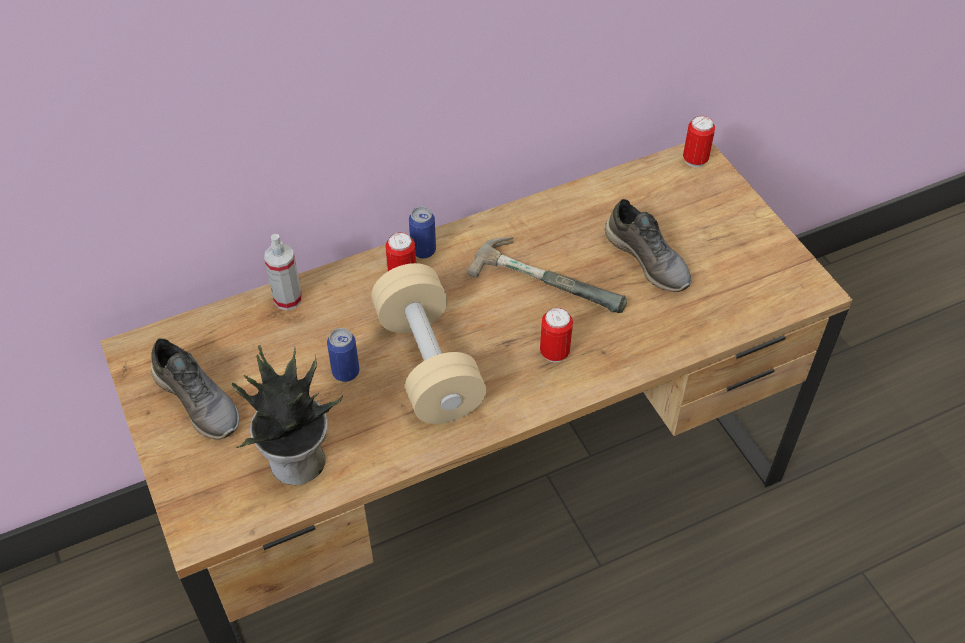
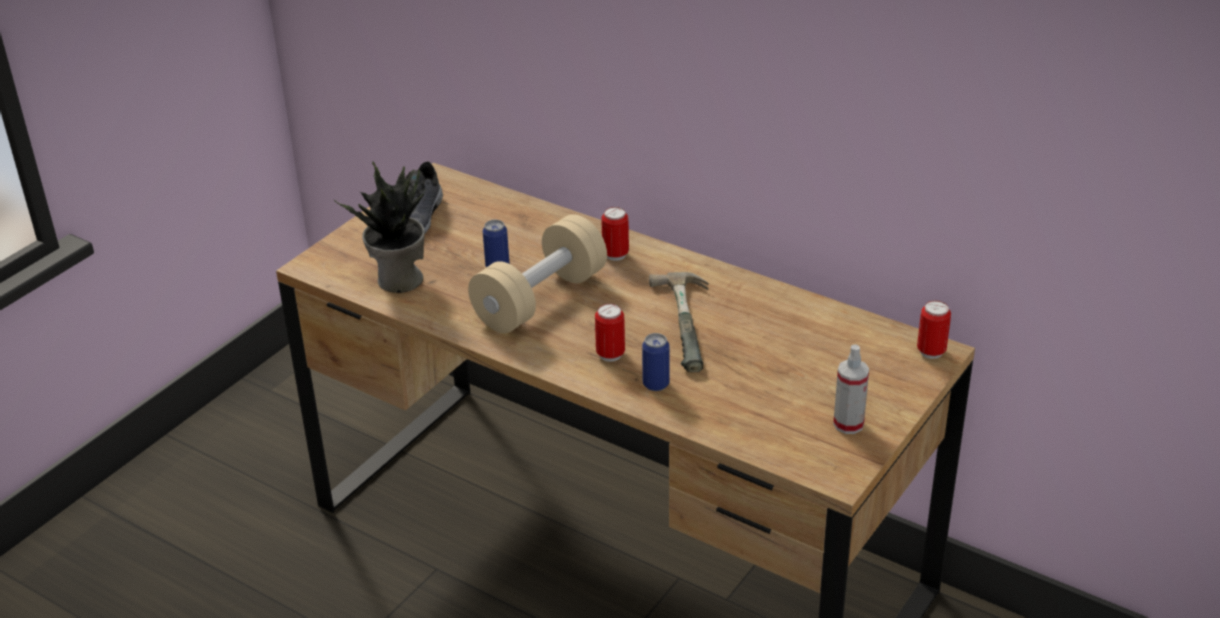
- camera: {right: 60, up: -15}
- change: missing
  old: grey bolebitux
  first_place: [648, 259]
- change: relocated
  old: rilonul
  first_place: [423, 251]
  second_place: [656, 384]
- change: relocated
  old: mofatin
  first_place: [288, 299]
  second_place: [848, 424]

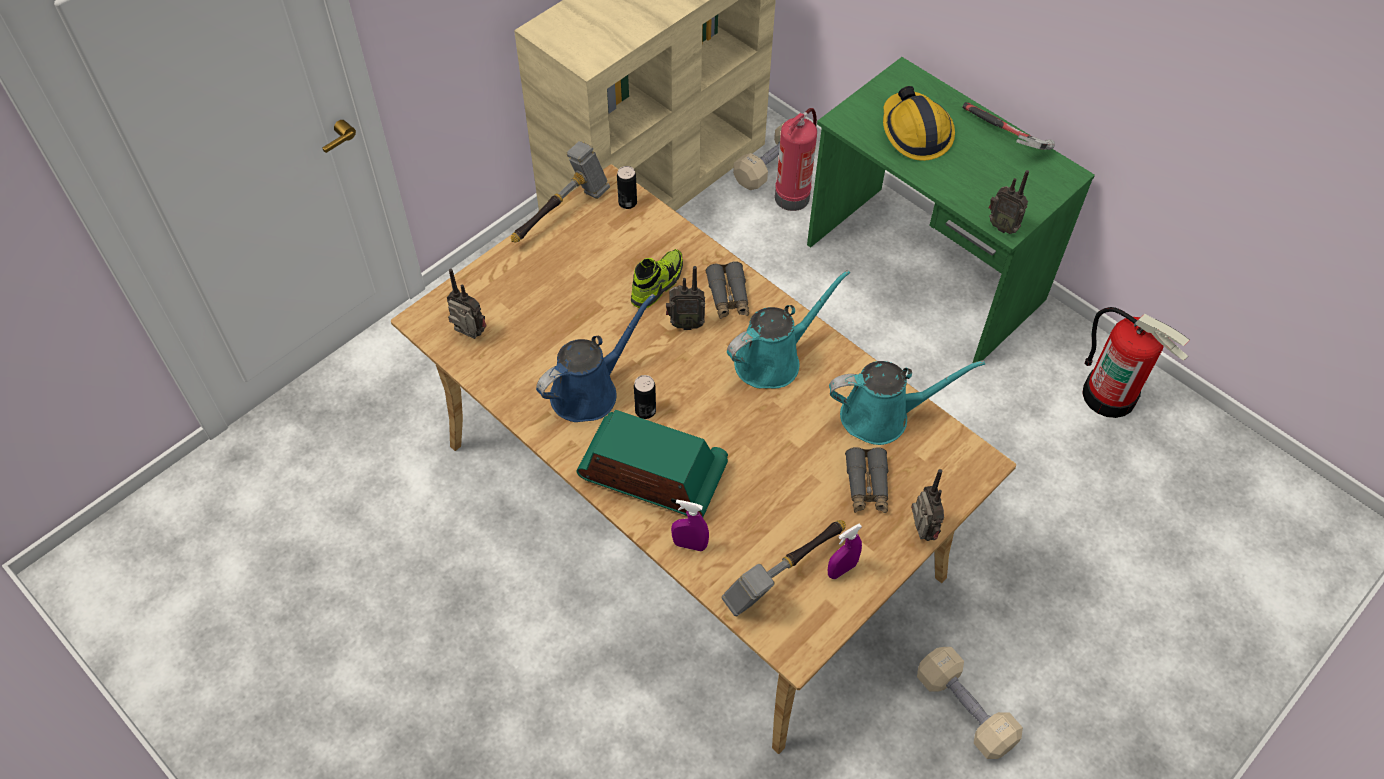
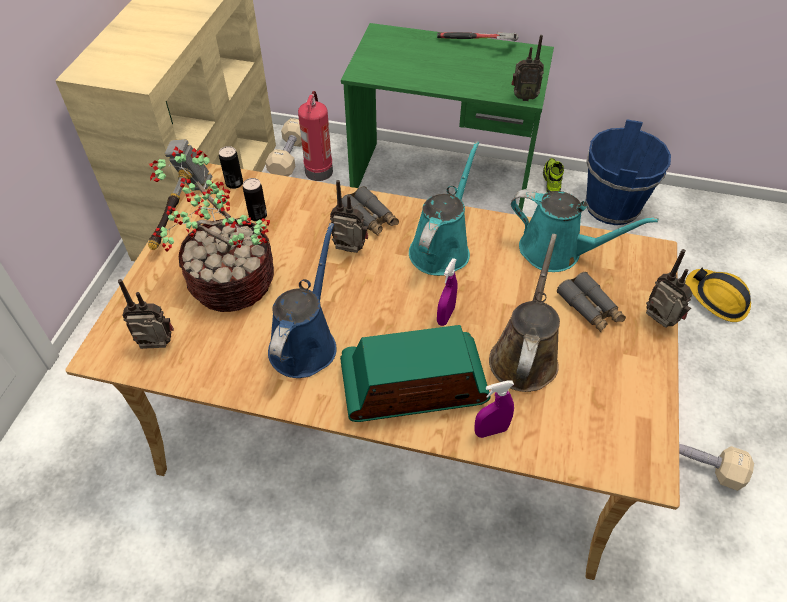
- camera: {right: -30, up: -5}
- change: relocated
  old: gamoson
  first_place: [915, 132]
  second_place: [716, 299]
- change: relocated
  old: bolebitux
  first_place: [657, 284]
  second_place: [551, 181]
- change: spun
  old: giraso
  first_place: [685, 323]
  second_place: [349, 252]
  degrees: -135
- change: exchanged
  old: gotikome
  new: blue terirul
  first_place: [1110, 395]
  second_place: [612, 207]
- change: spun
  old: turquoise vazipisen
  first_place: [882, 416]
  second_place: [556, 251]
  degrees: 60
- change: relocated
  old: rilonul
  first_place: [645, 410]
  second_place: [258, 215]
- change: missing
  old: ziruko
  first_place: [783, 576]
- change: relocated
  old: purple mofatin
  first_place: [841, 569]
  second_place: [445, 316]
- change: appeared
  new: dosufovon
  second_place: [229, 281]
- change: appeared
  new: brown vazipisen
  second_place: [524, 356]

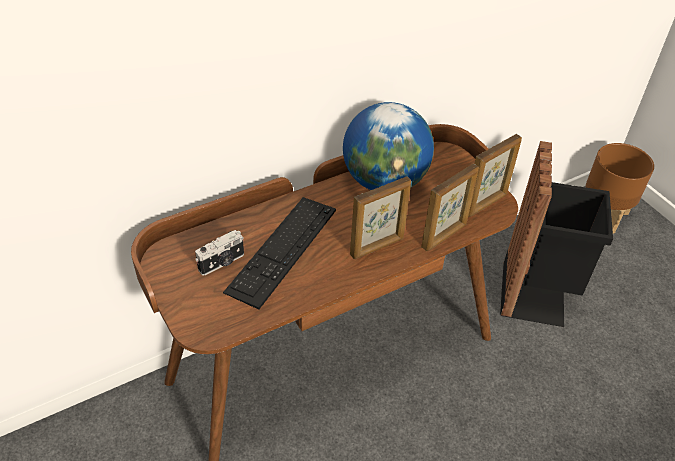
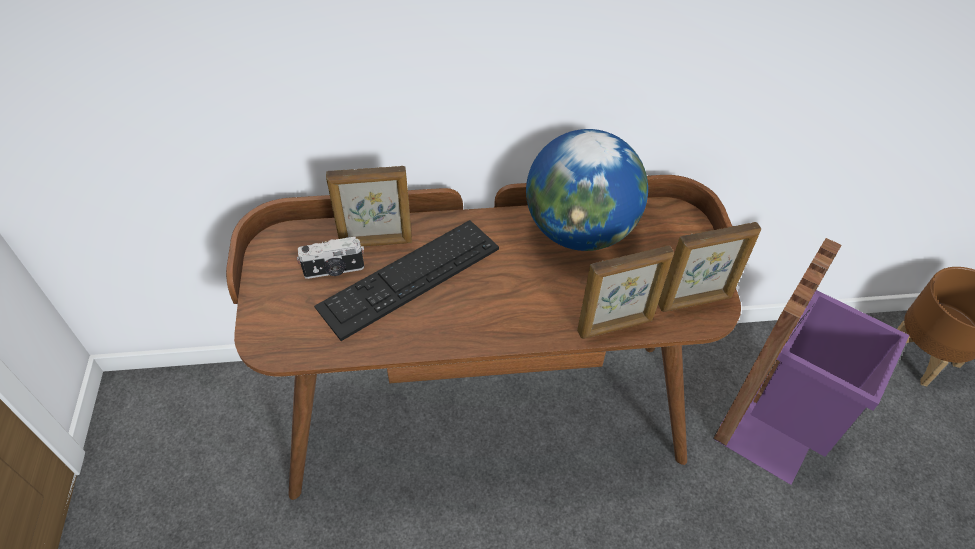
- camera: {right: 25, up: 5}
- change: colour
  old: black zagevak
  new: purple zagevak
  first_place: [537, 294]
  second_place: [775, 428]
- change: relocated
  old: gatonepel
  first_place: [377, 247]
  second_place: [376, 243]

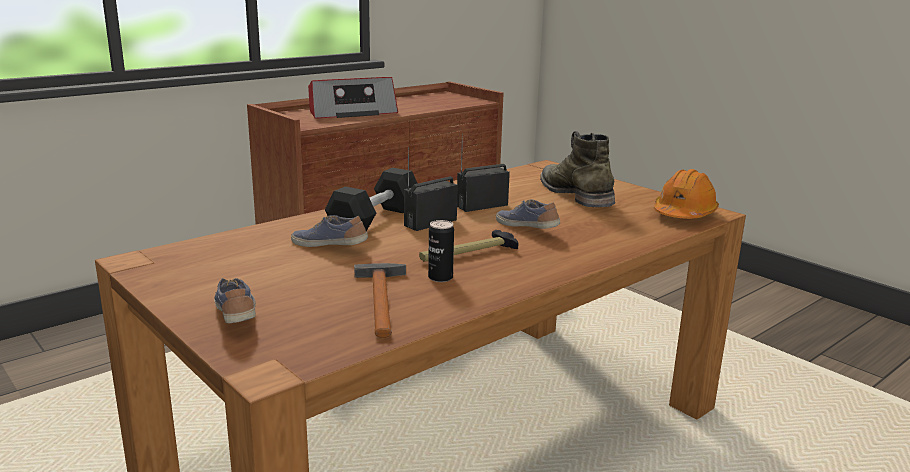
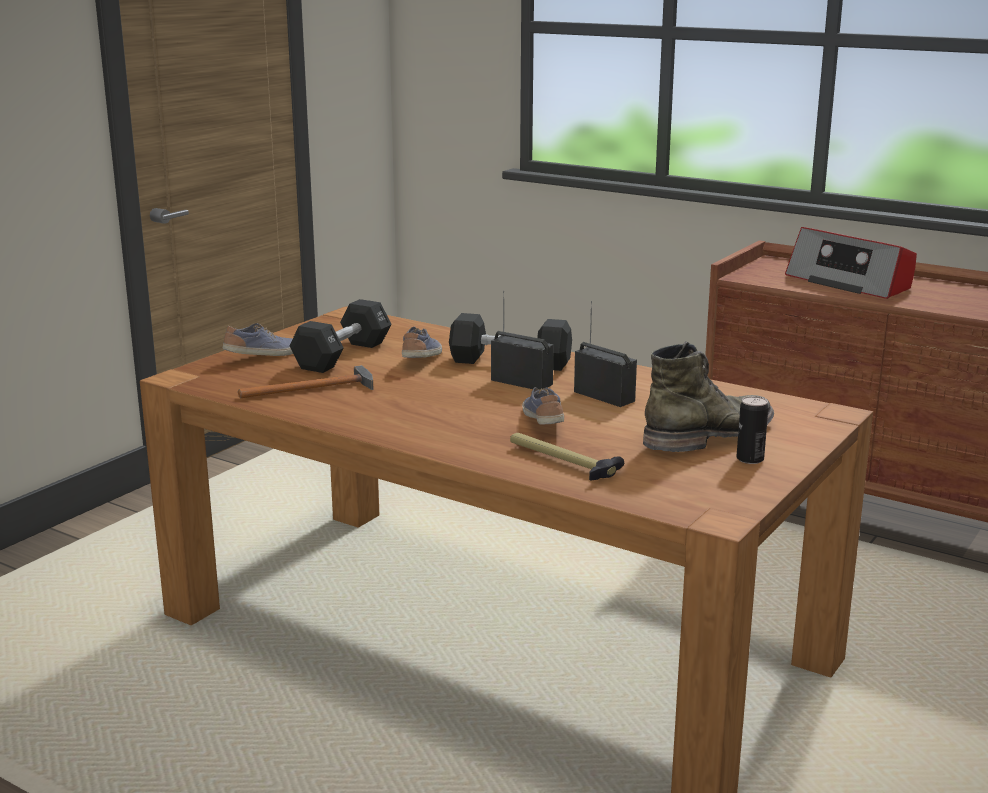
- camera: {right: 75, up: 0}
- change: missing
  old: orange gamoson
  first_place: [684, 214]
- change: spun
  old: bolebitux
  first_place: [527, 228]
  second_place: [544, 421]
  degrees: -45
- change: relocated
  old: rilonul
  first_place: [440, 278]
  second_place: [750, 459]
- change: relocated
  old: ziruko
  first_place: [468, 254]
  second_place: [561, 462]
- change: appeared
  new: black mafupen
  second_place: [342, 355]

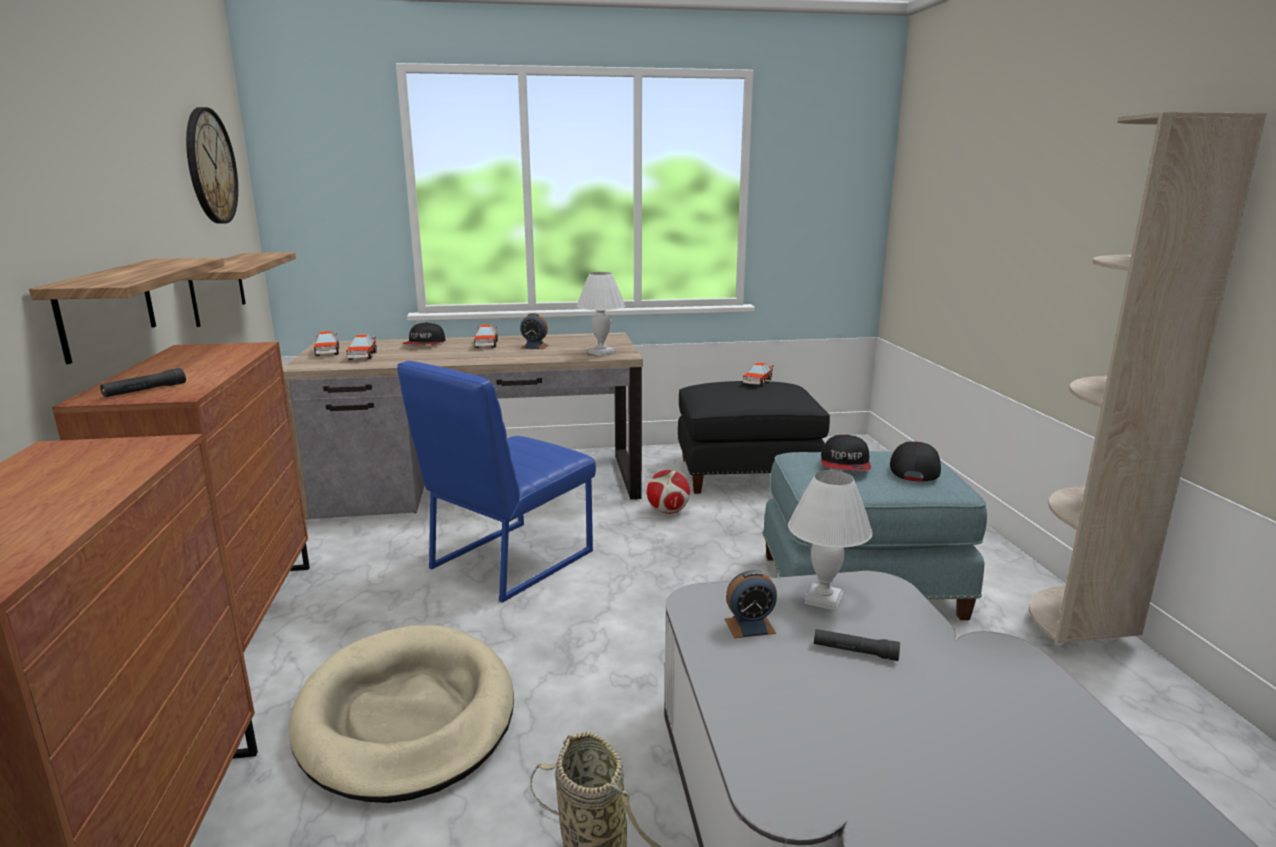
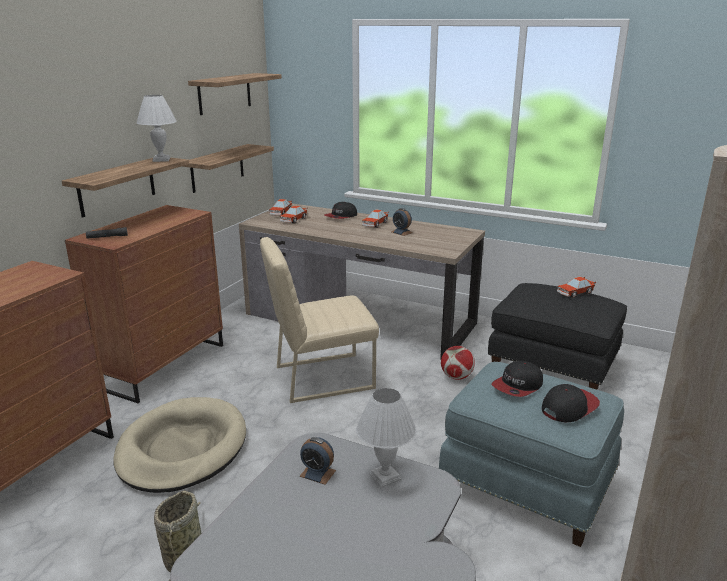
- camera: {right: 35, up: 5}
- change: exchanged
  old: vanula
  new: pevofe
  first_place: [210, 166]
  second_place: [224, 93]
- change: relocated
  old: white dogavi
  first_place: [601, 353]
  second_place: [160, 160]
- change: colour
  old: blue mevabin
  new: beige mevabin
  first_place: [508, 561]
  second_place: [321, 377]
- change: missing
  old: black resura
  first_place: [855, 651]

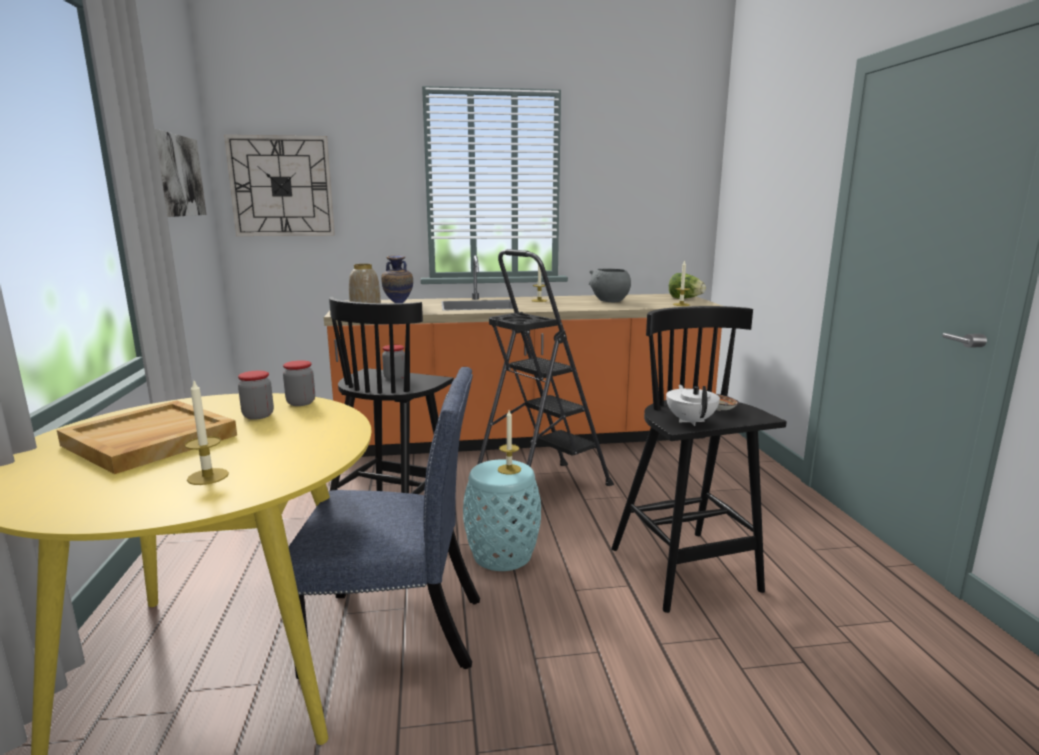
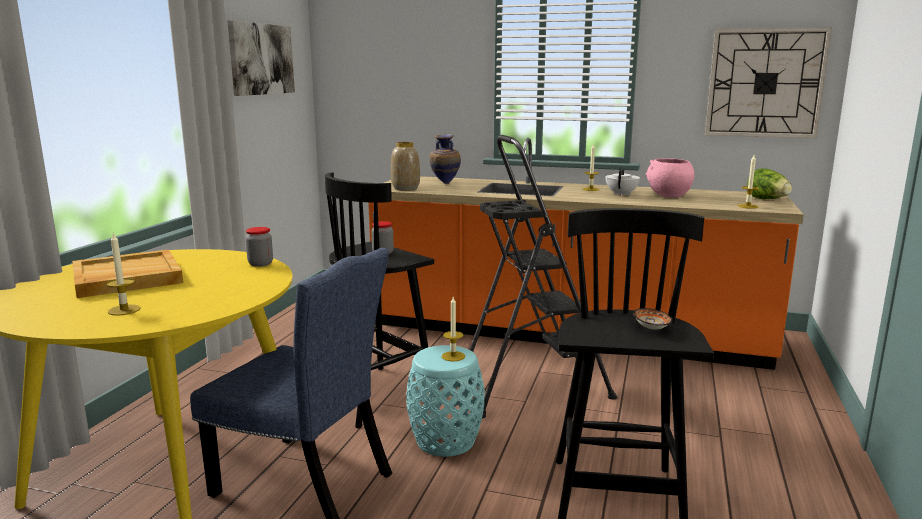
- camera: {right: 25, up: 0}
- change: relocated
  old: vanula
  first_place: [281, 186]
  second_place: [765, 83]
- change: colour
  old: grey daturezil
  new: pink daturezil
  first_place: [609, 301]
  second_place: [668, 195]
- change: missing
  old: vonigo
  first_place: [258, 415]
- change: relocated
  old: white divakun
  first_place: [690, 421]
  second_place: [622, 194]

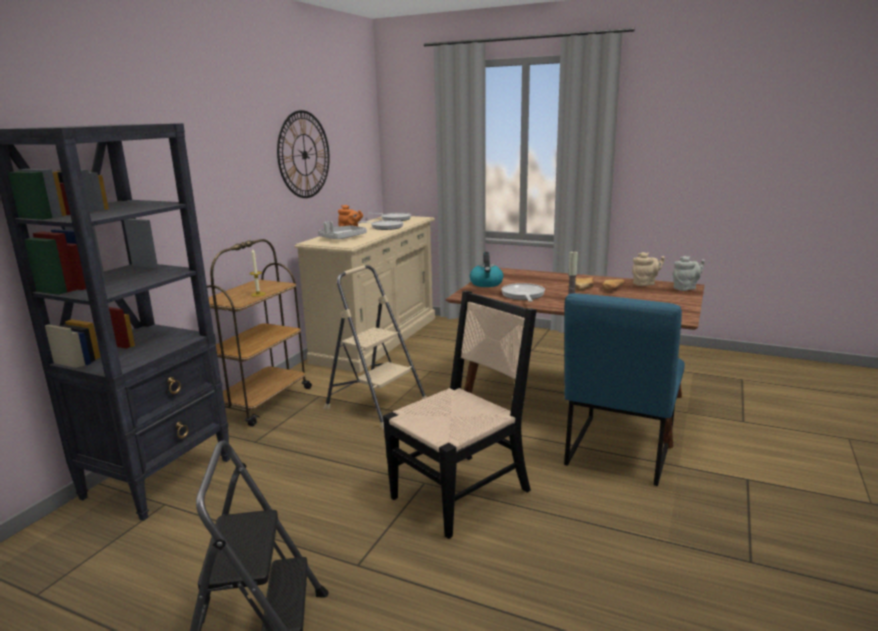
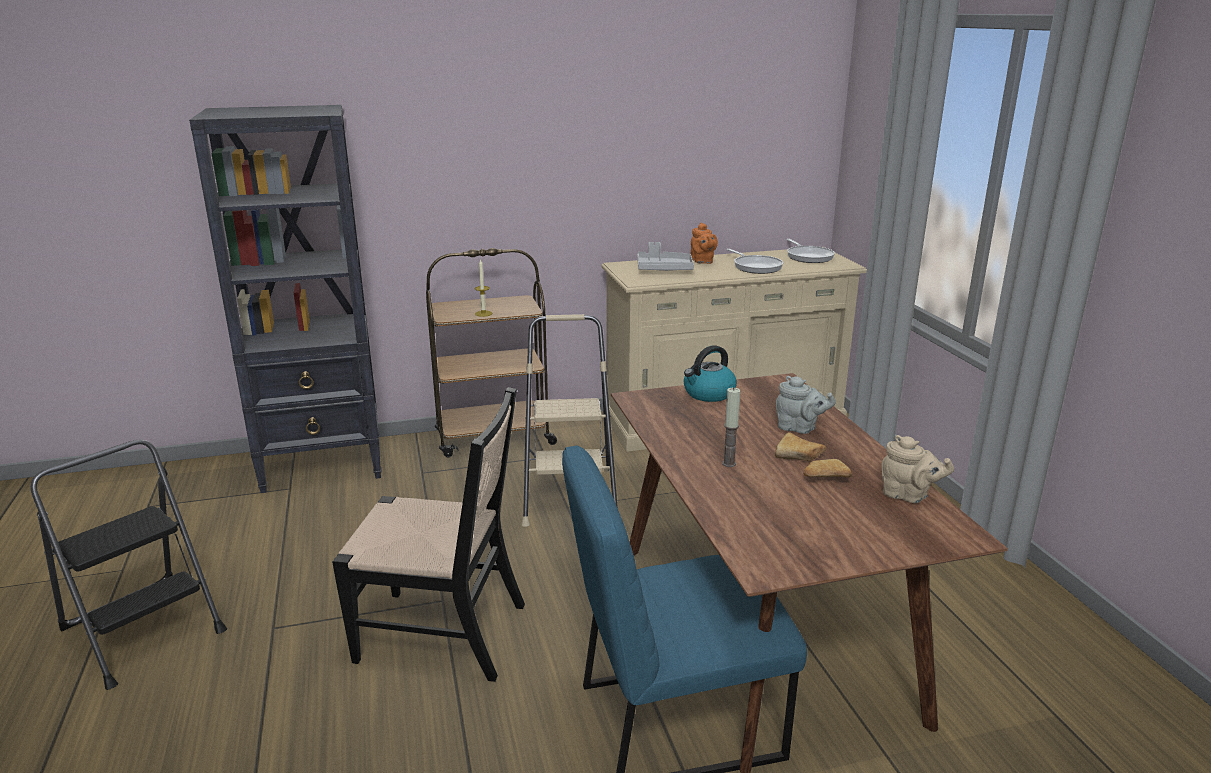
- camera: {right: 50, up: 5}
- change: missing
  old: vanula
  first_place: [304, 155]
- change: relocated
  old: grey divakun
  first_place: [686, 288]
  second_place: [799, 428]
- change: missing
  old: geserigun
  first_place: [523, 295]

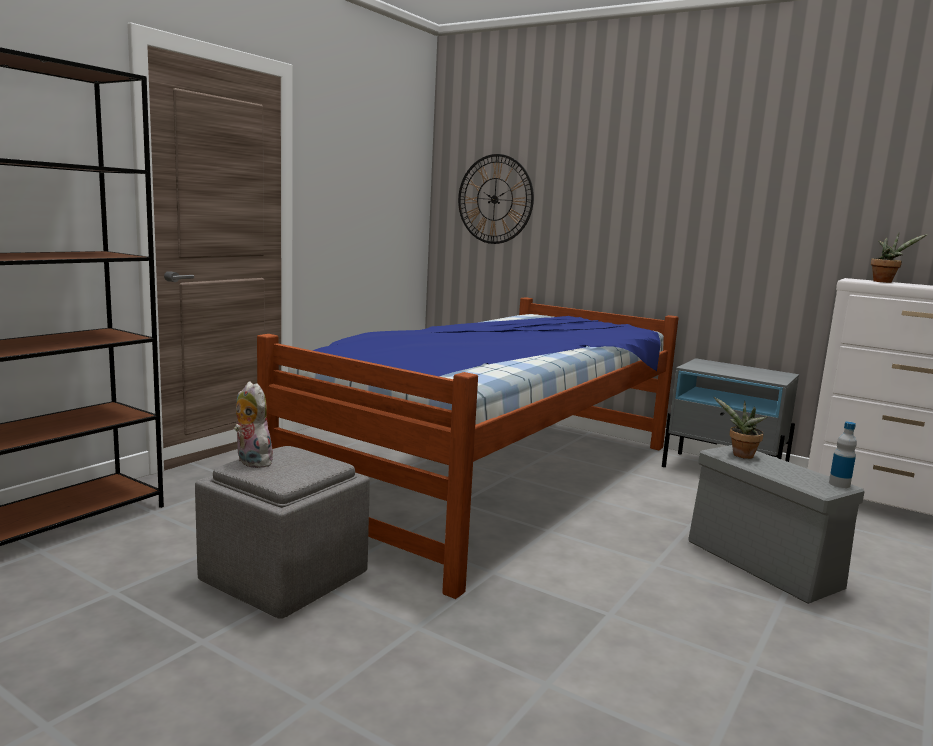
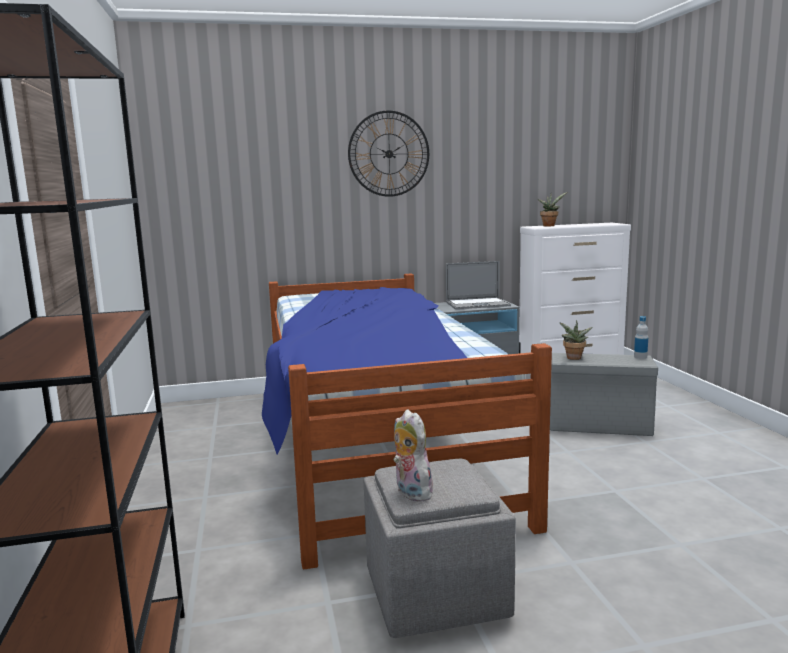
- camera: {right: -45, up: 0}
- change: relocated
  old: vanula
  first_place: [495, 199]
  second_place: [389, 154]
- change: spun
  old: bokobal
  first_place: [251, 462]
  second_place: [410, 492]
  degrees: 60
- change: appeared
  new: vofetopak
  second_place: [477, 304]

